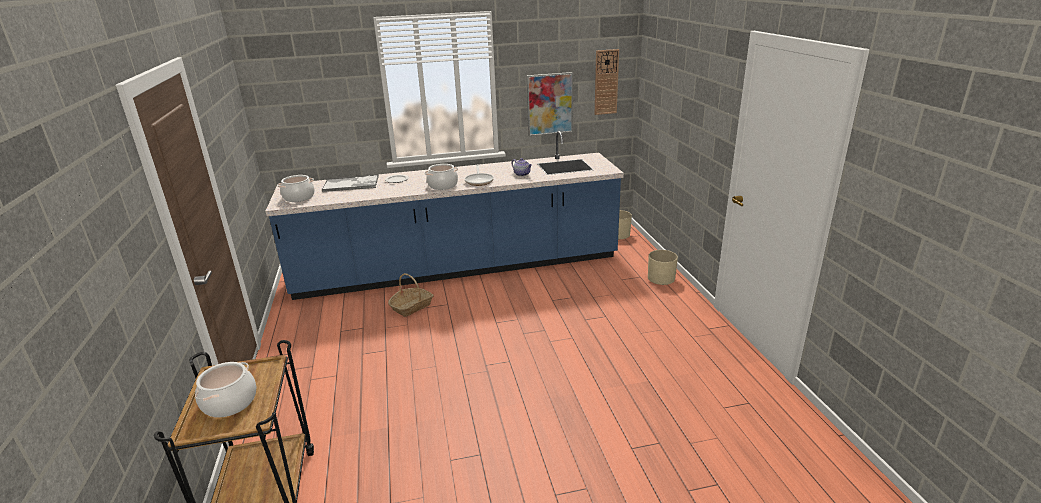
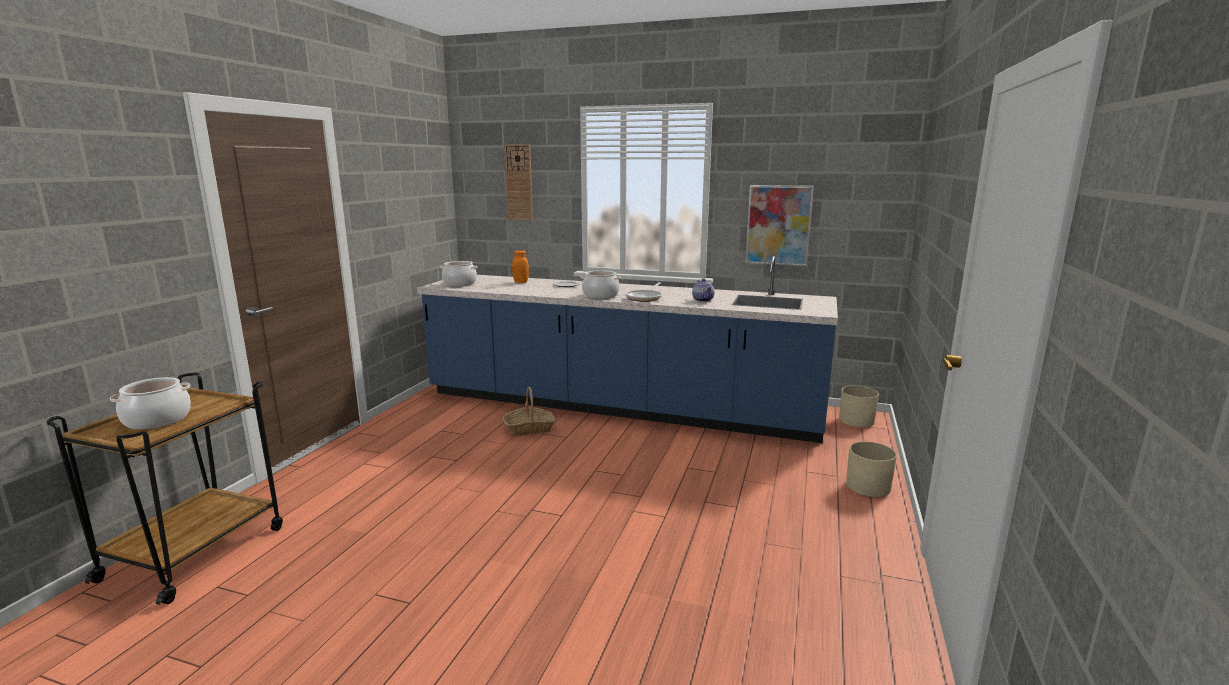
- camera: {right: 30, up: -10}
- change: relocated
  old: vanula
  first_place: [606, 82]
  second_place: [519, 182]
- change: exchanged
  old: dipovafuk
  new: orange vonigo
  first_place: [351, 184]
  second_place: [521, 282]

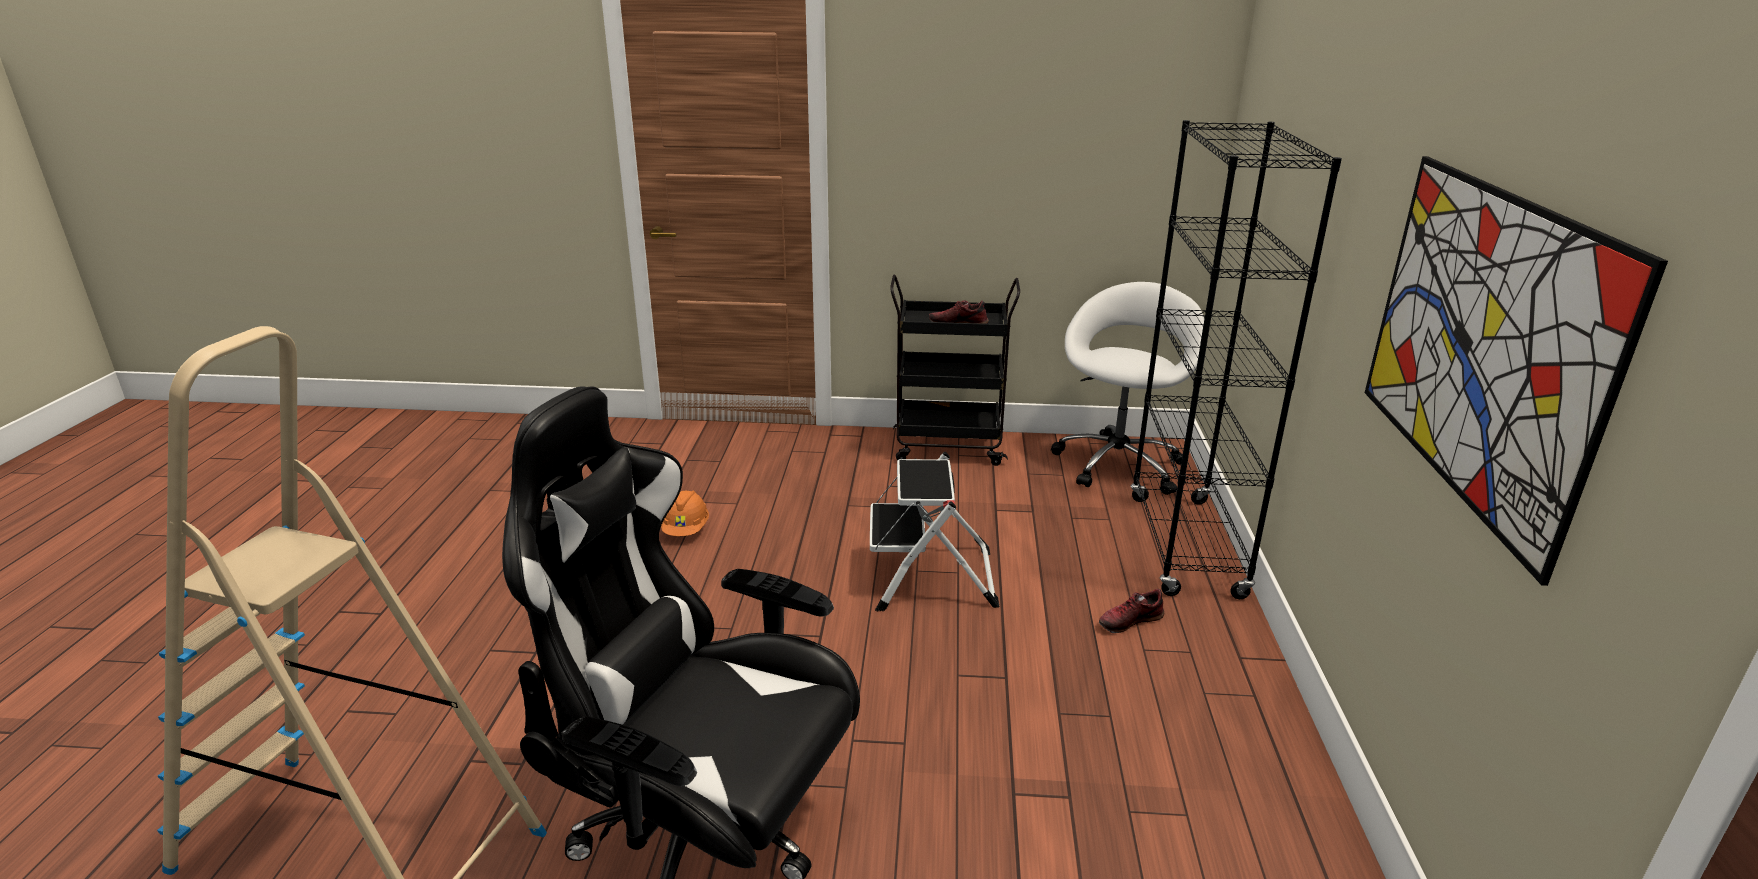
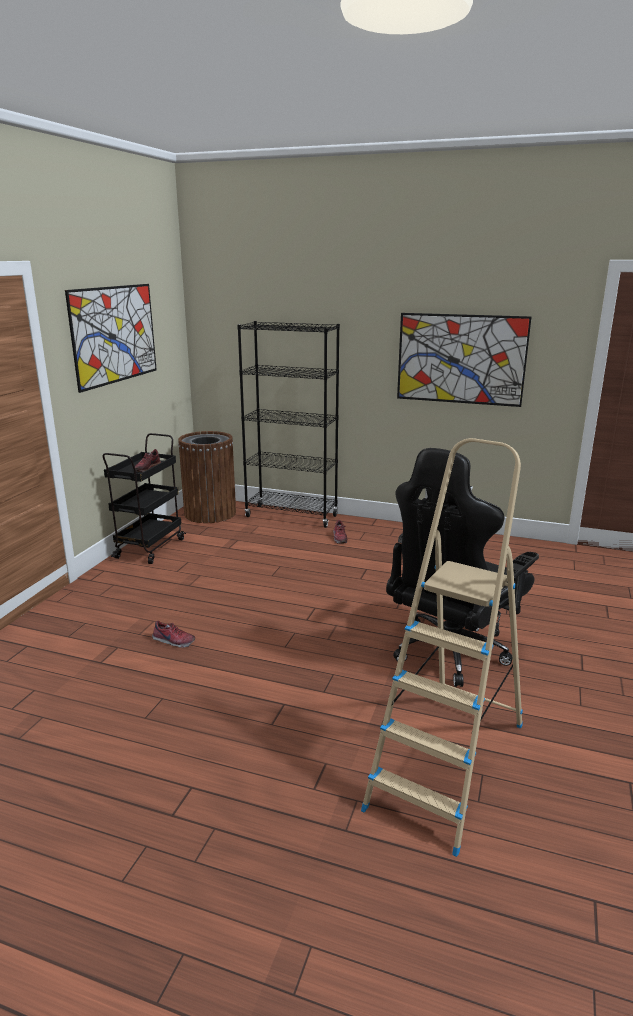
- camera: {right: -75, up: -5}
- change: exchanged
  old: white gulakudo
  new: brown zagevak
  first_place: [1119, 464]
  second_place: [210, 513]
- change: missing
  old: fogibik
  first_place: [931, 575]
- change: exchanged
  old: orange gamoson
  new: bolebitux
  first_place: [686, 530]
  second_place: [173, 641]
- change: appeared
  new: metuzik
  second_place: [115, 334]

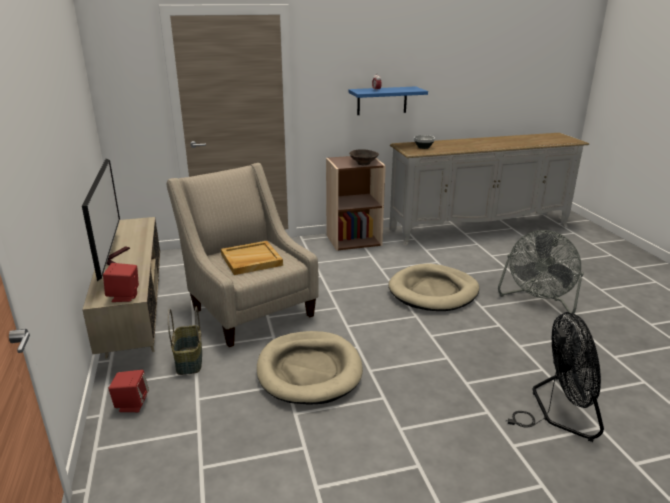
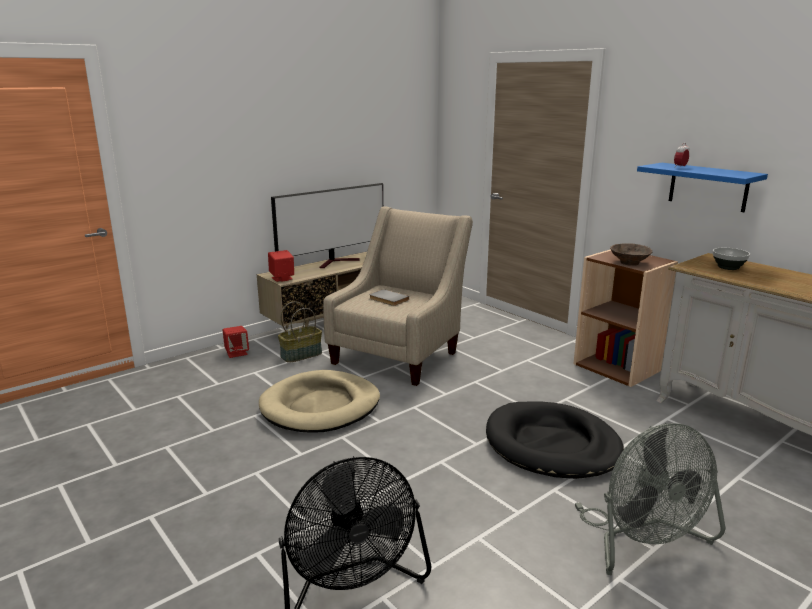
- camera: {right: 65, up: -5}
- change: spun
  old: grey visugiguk
  first_place: [536, 299]
  second_place: [640, 541]
  degrees: -120
- change: exchanged
  old: beige dipovafuk
  new: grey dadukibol
  first_place: [251, 260]
  second_place: [387, 299]
- change: colour
  old: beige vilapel
  new: black vilapel
  first_place: [433, 291]
  second_place: [552, 445]

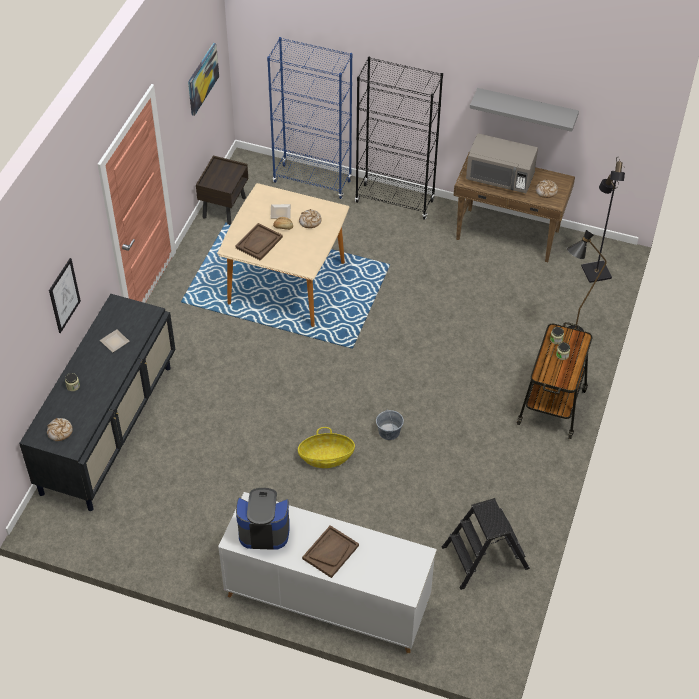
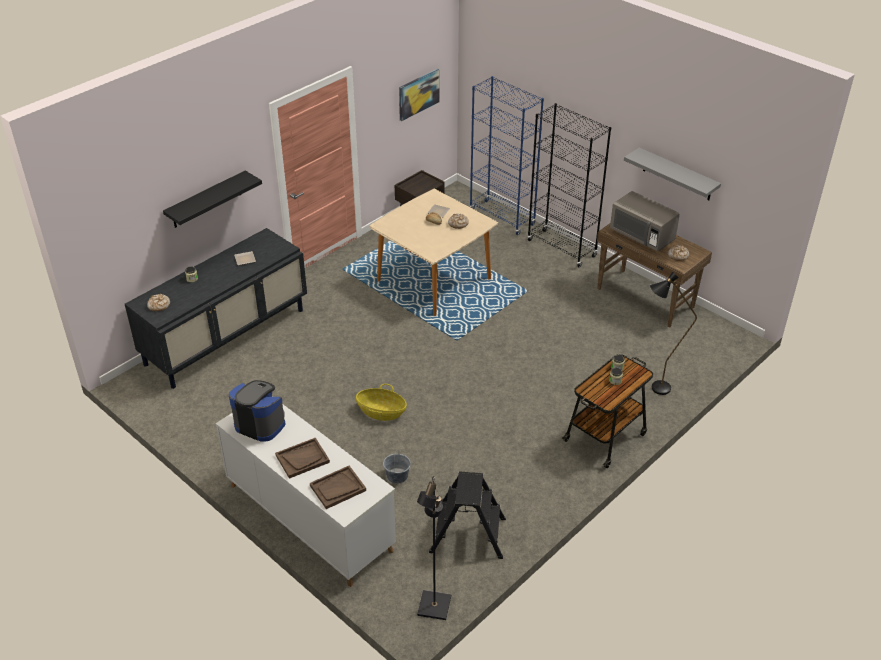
- camera: {right: 25, up: -10}
- change: relocated
  old: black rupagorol
  first_place: [596, 272]
  second_place: [434, 605]
- change: relocated
  old: brown dipovafuk
  first_place: [259, 243]
  second_place: [337, 488]
- change: exchanged
  old: metuzik
  new: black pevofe
  first_place: [64, 295]
  second_place: [206, 200]
- change: relocated
  old: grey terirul
  first_place: [389, 432]
  second_place: [397, 476]

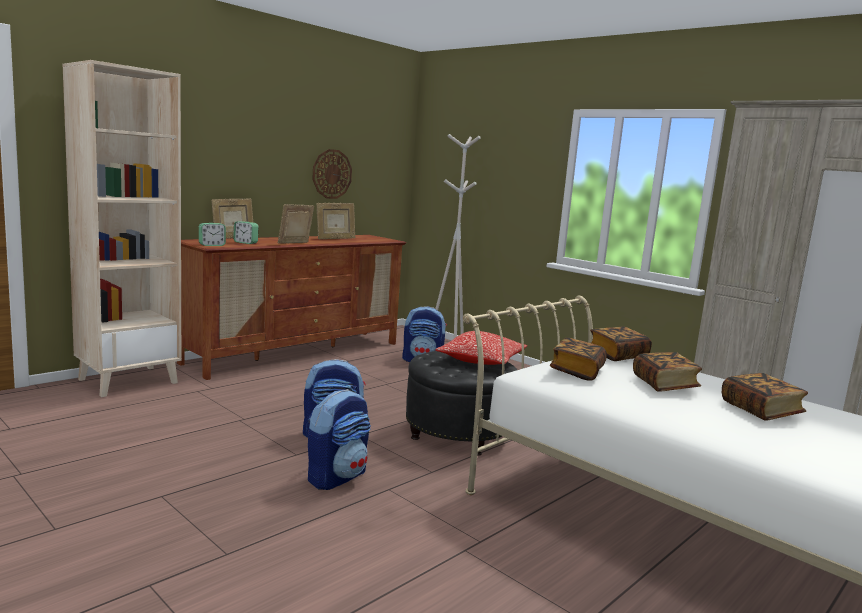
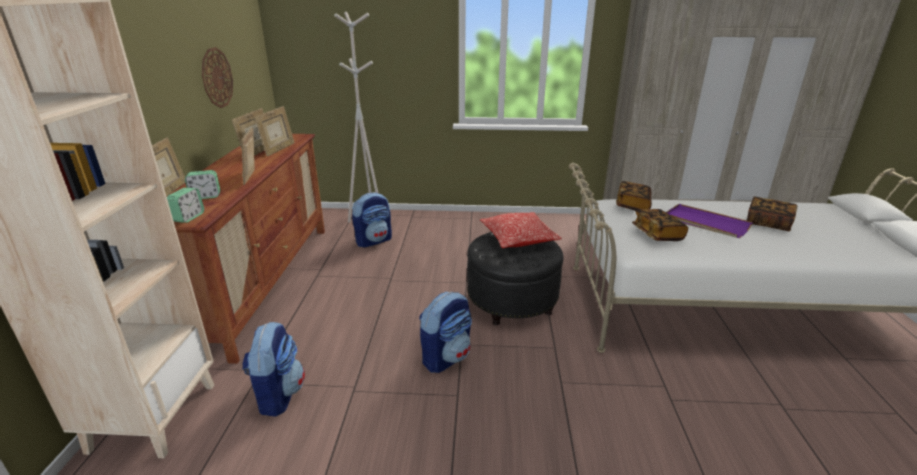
- camera: {right: -40, up: 15}
- change: exchanged
  old: dadukibol
  new: purple dipovafuk
  first_place: [664, 385]
  second_place: [705, 223]
- change: relocated
  old: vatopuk
  first_place: [337, 477]
  second_place: [278, 395]
- change: appeared
  new: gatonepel
  second_place: [278, 150]

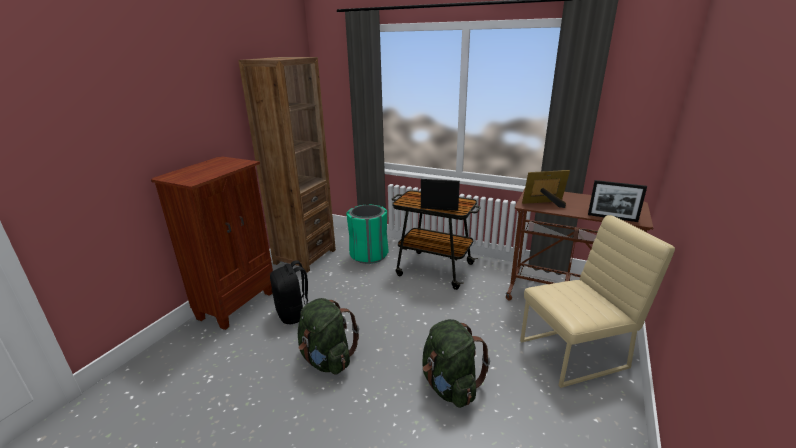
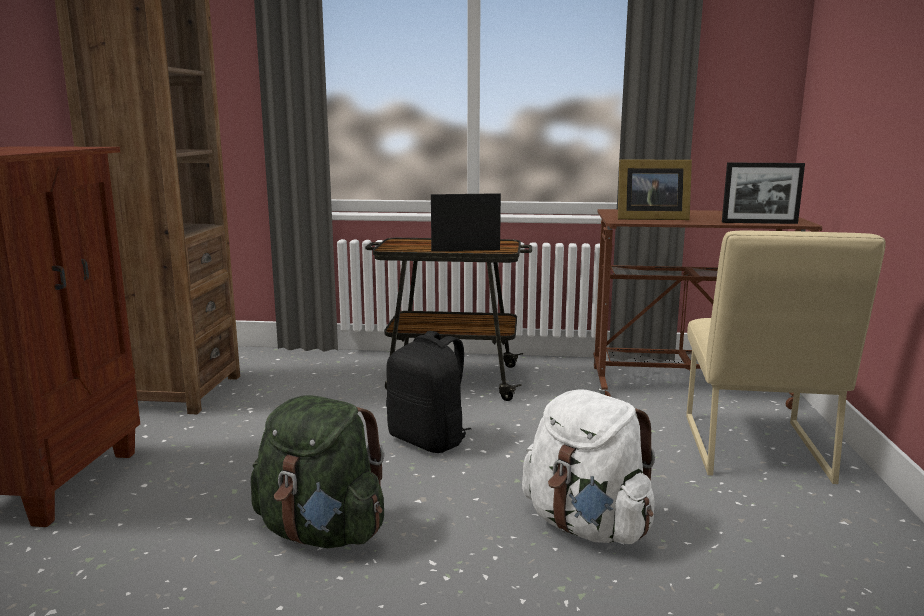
- camera: {right: -20, up: -10}
- change: spun
  old: gatonepel
  first_place: [545, 204]
  second_place: [649, 218]
  degrees: -150
- change: missing
  old: green zagevak
  first_place: [369, 255]
- change: spun
  old: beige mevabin
  first_place: [576, 353]
  second_place: [754, 449]
  degrees: 135
- change: relocated
  old: black vatopuk
  first_place: [294, 314]
  second_place: [429, 440]
- change: colour
  old: green vatopuk
  new: white vatopuk
  first_place: [450, 386]
  second_place: [586, 526]

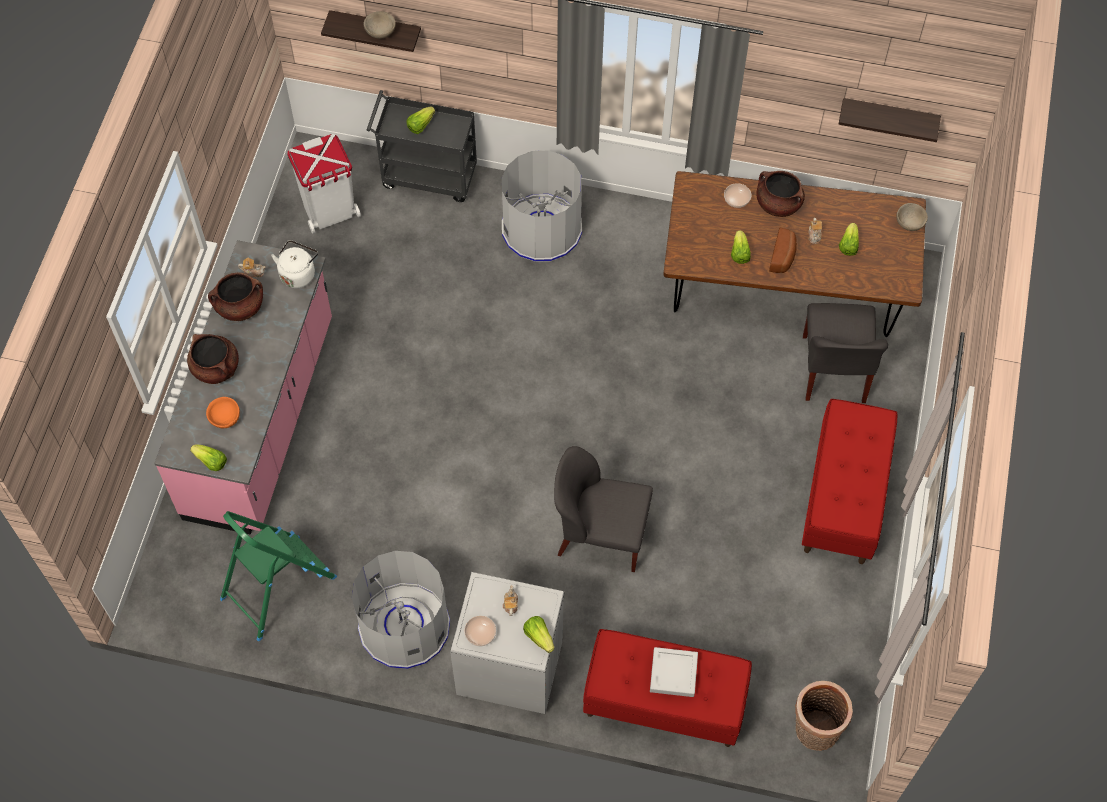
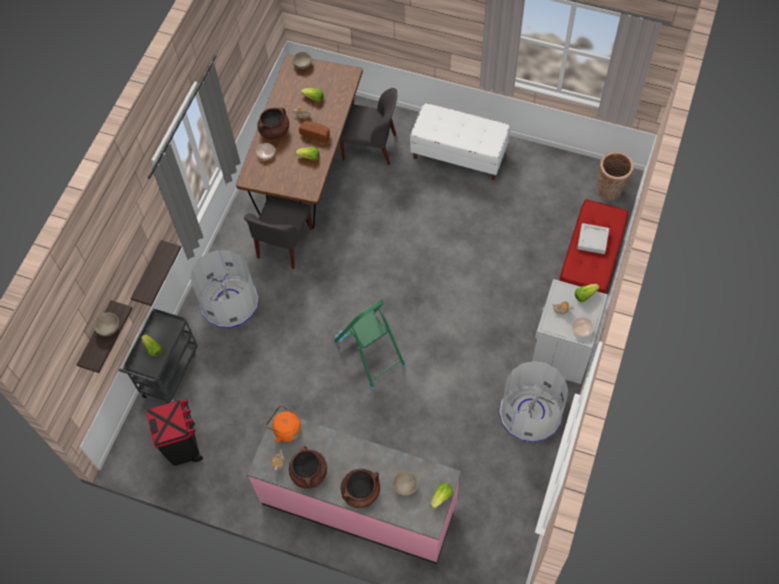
- camera: {right: -80, up: 0}
- change: relocated
  old: pevofe
  first_place: [889, 117]
  second_place: [148, 274]
- change: colour
  old: white zagevak
  new: black zagevak
  first_place: [330, 212]
  second_place: [183, 446]
- change: colour
  old: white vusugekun
  new: orange vusugekun
  first_place: [298, 273]
  second_place: [285, 429]
- change: colour
  old: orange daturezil
  new: beige daturezil
  first_place: [224, 418]
  second_place: [405, 486]
- change: colour
  old: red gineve
  new: white gineve
  first_place: [844, 497]
  second_place: [459, 154]
- change: relocated
  old: grey mevabin
  first_place: [600, 535]
  second_place: [284, 244]
- change: relocated
  old: green fogibik
  first_place: [279, 586]
  second_place: [368, 352]

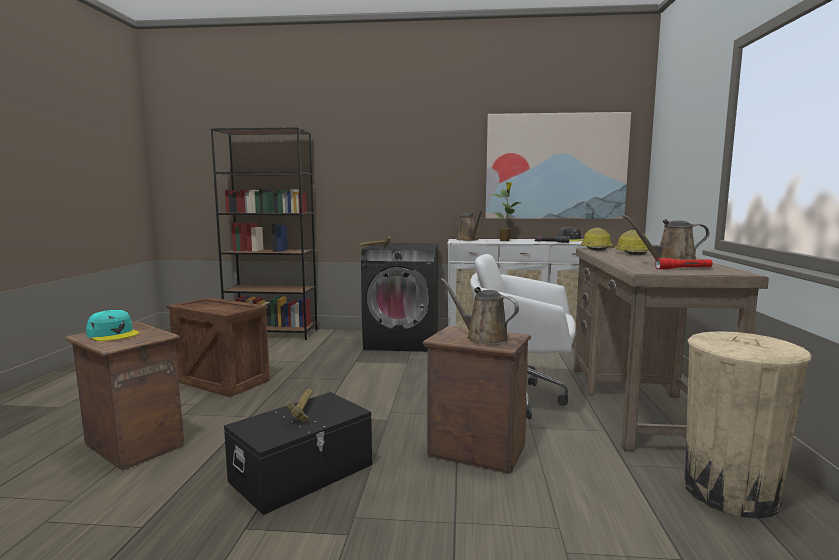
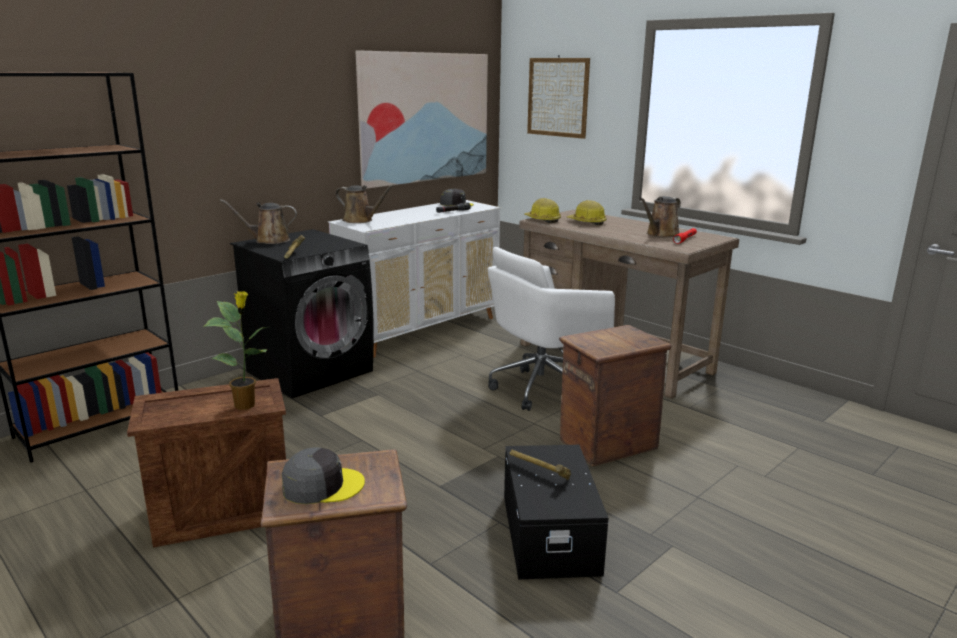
- camera: {right: -50, up: 10}
- change: relocated
  old: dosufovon
  first_place: [505, 240]
  second_place: [246, 405]
- change: relocated
  old: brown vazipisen
  first_place: [483, 337]
  second_place: [269, 241]
- change: colour
  old: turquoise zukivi
  new: grey zukivi
  first_place: [113, 334]
  second_place: [322, 486]
- change: missing
  old: beige zagevak
  first_place: [730, 492]
- change: appeared
  new: metuzik
  second_place: [558, 96]

